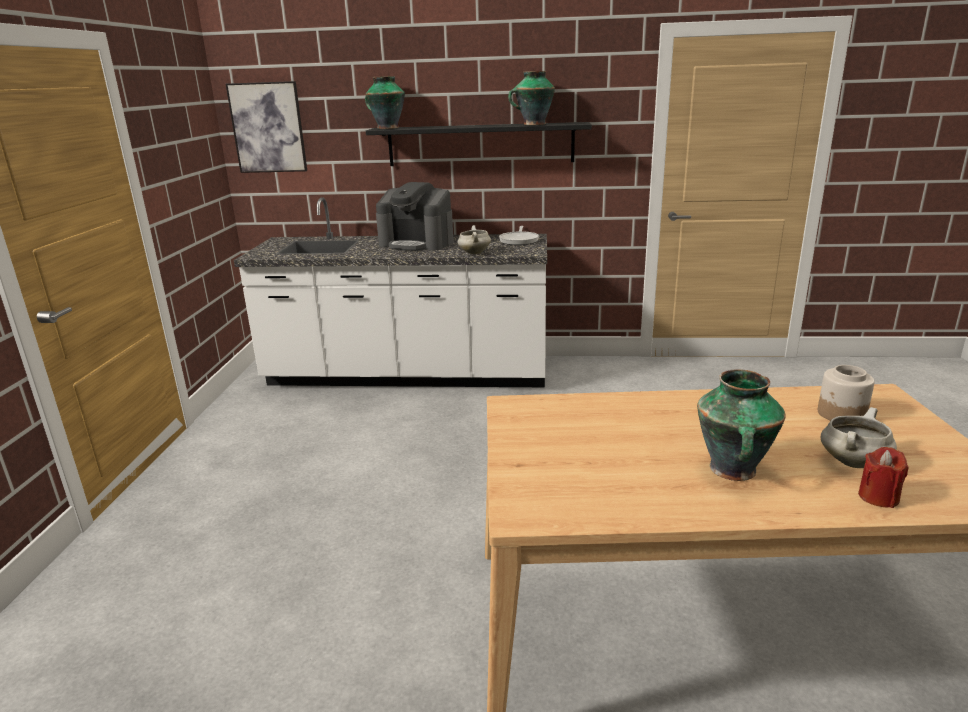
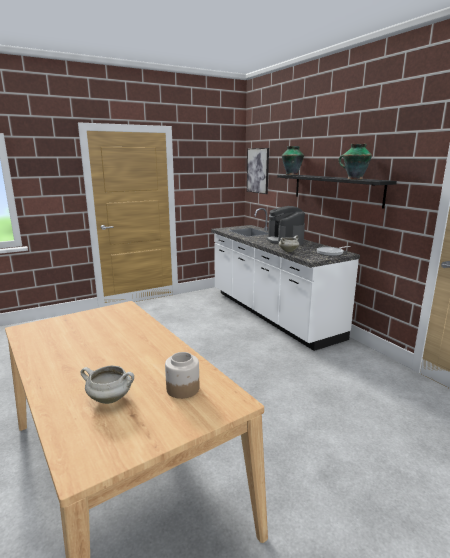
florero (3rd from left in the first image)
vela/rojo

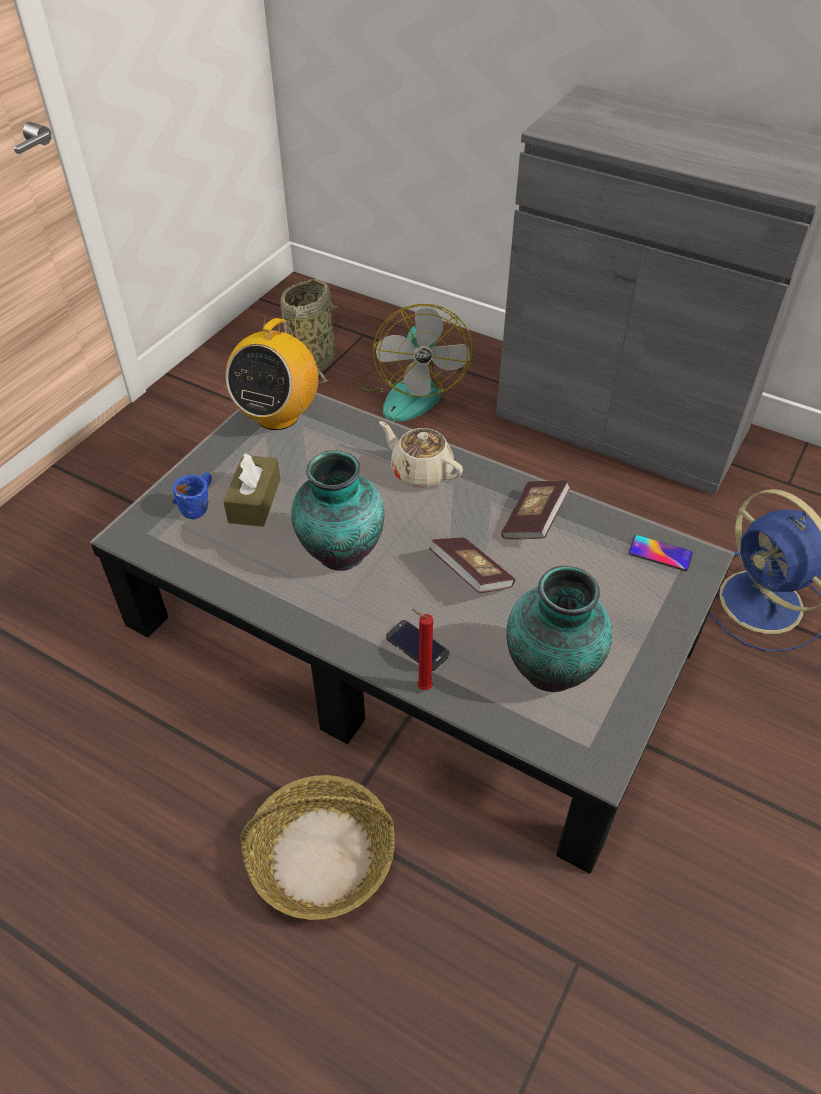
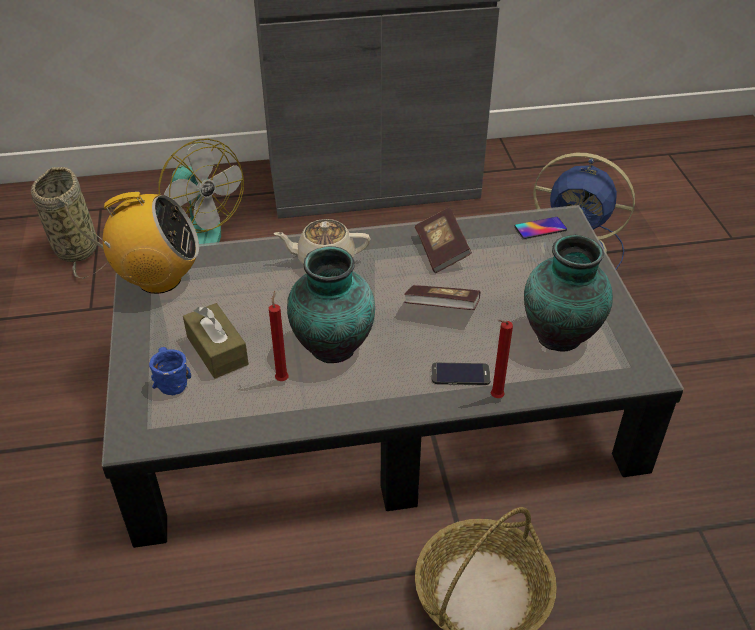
radio
vela/rojo (1st from left)

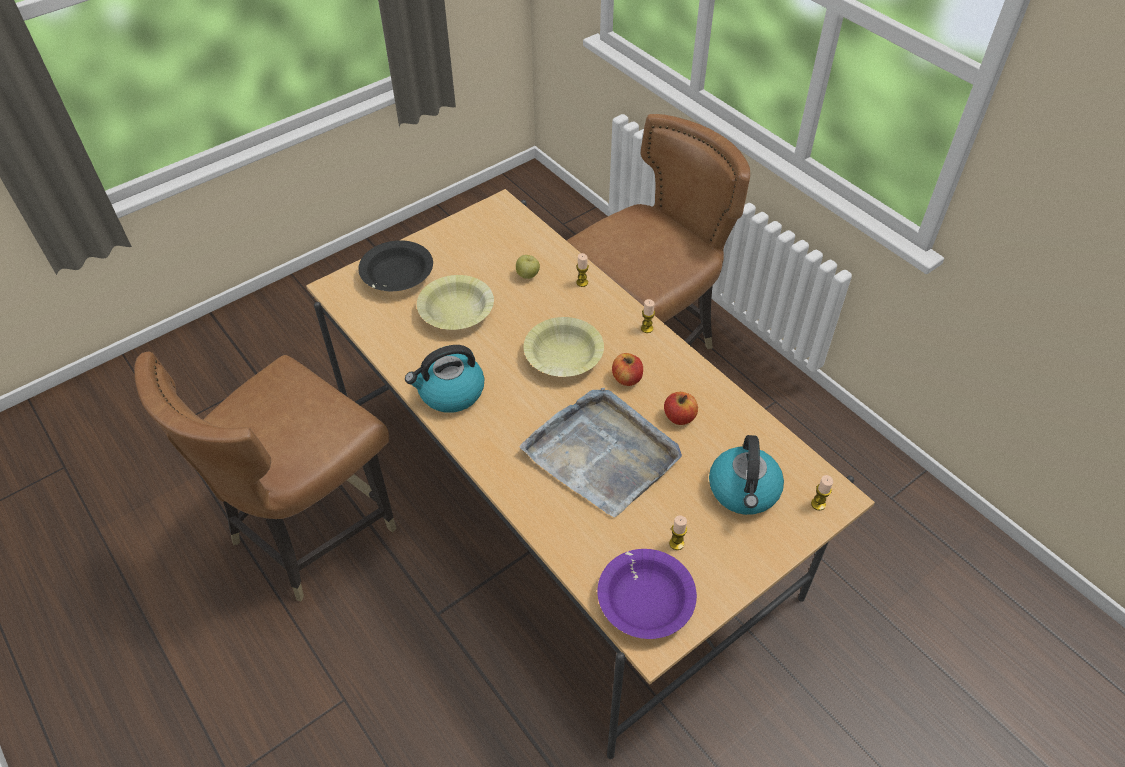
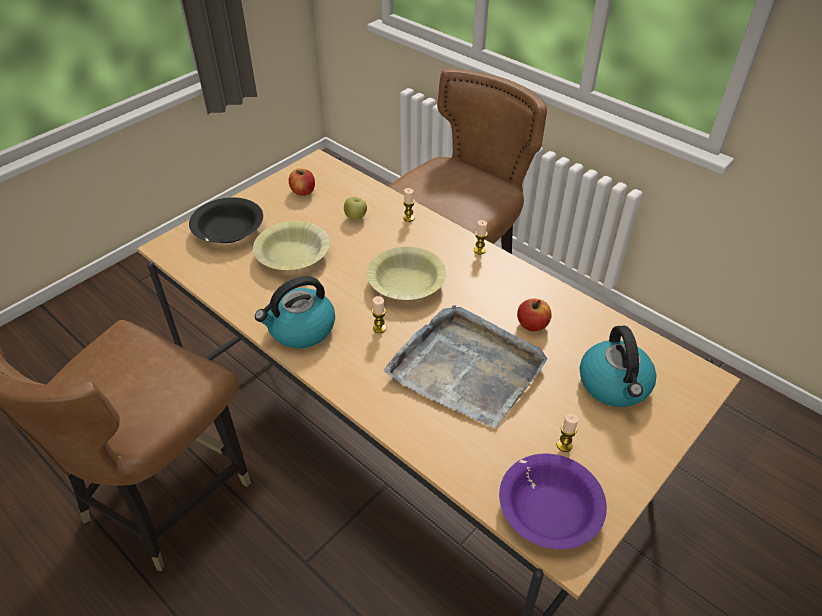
manzana (1st from left)
vela (1st from left)

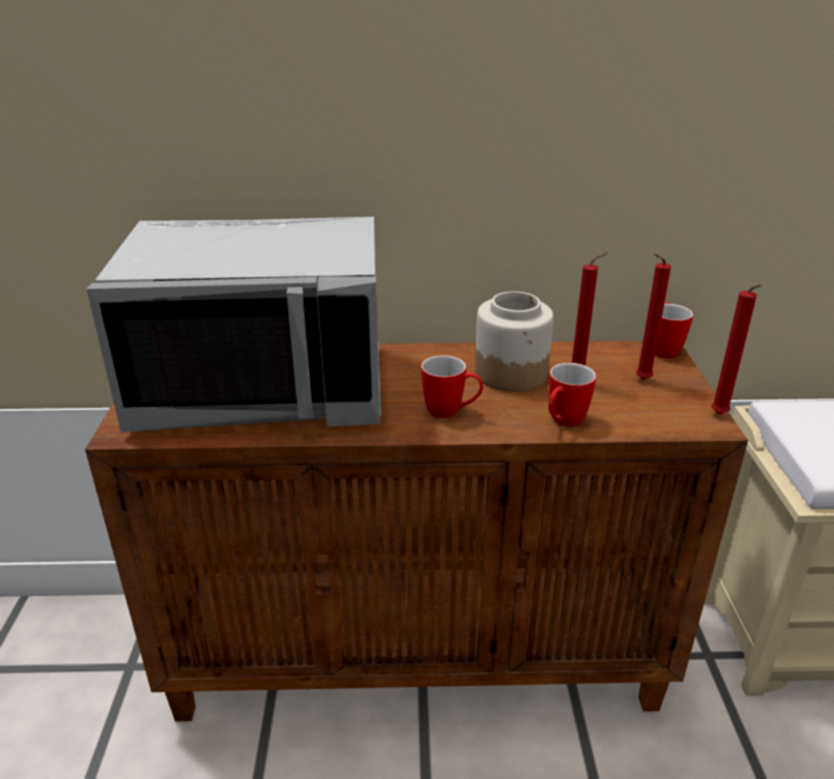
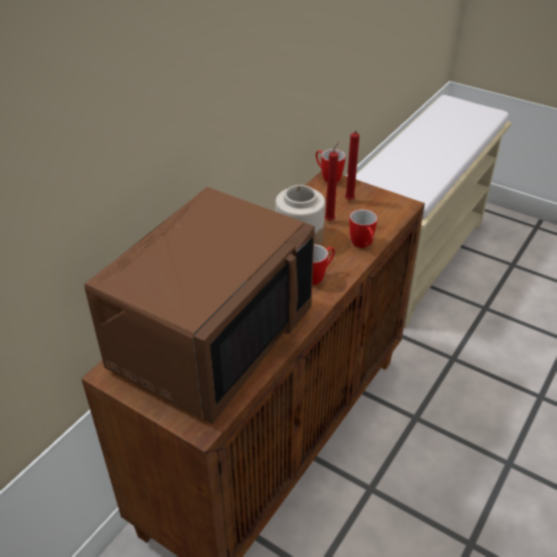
microondas/marrón
vela/rojo (3rd from left in the first image)

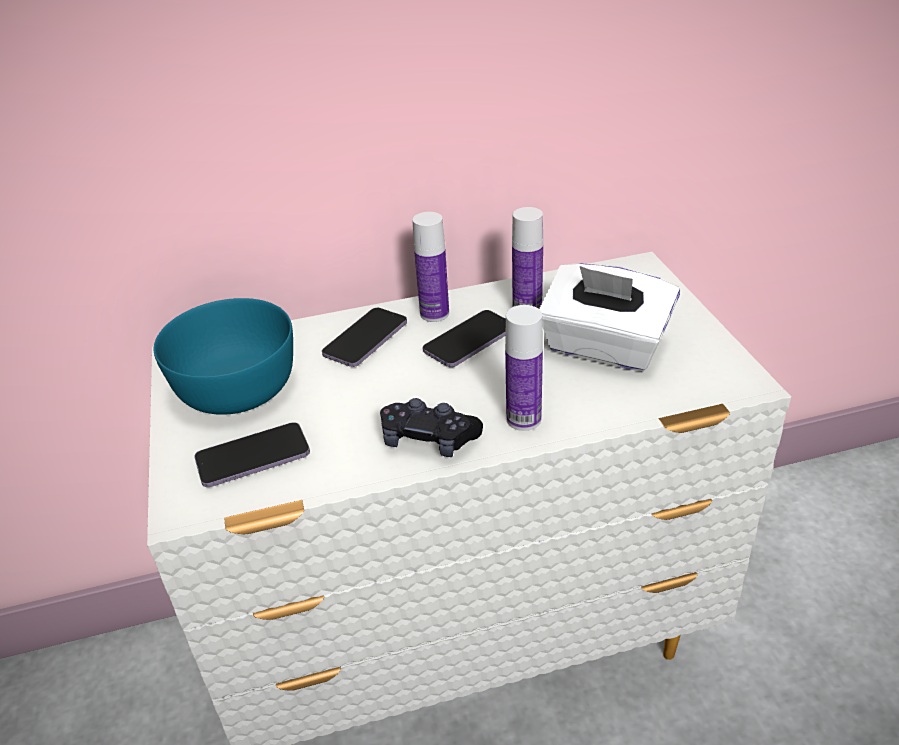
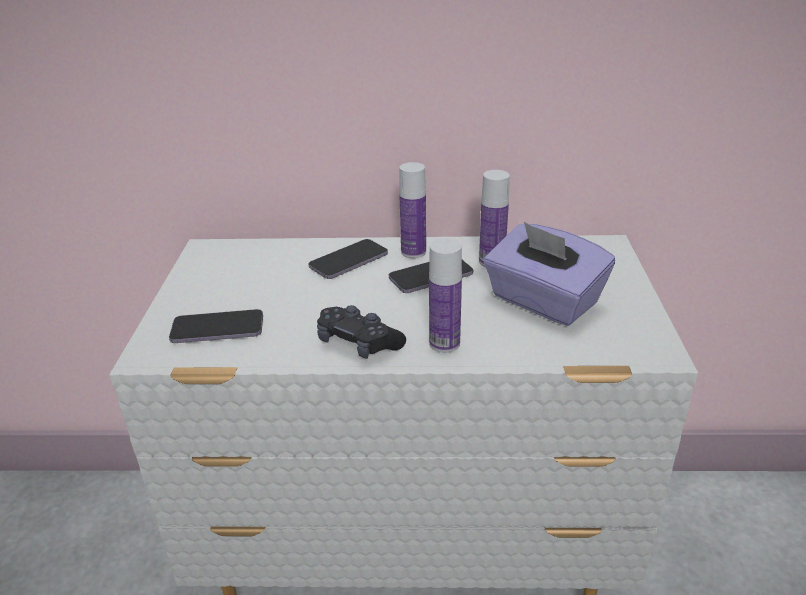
caja de pañuelos/morado
cuenco/turquesa

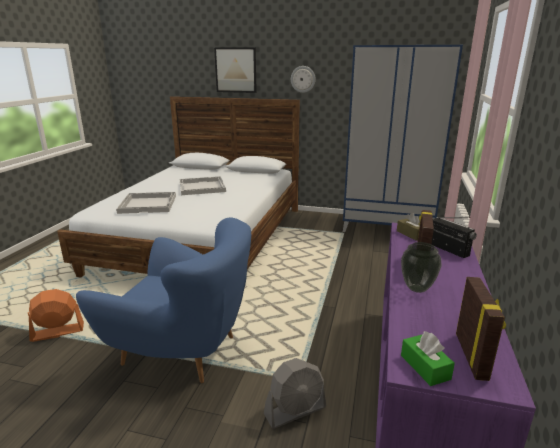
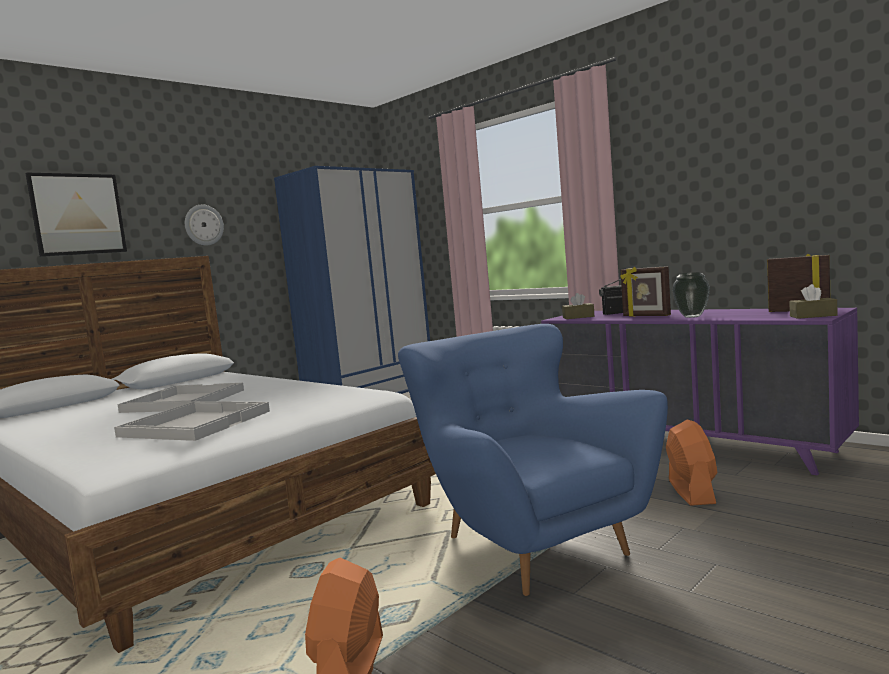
sillón/azul
ventilador/naranja (2nd from left)
caja de pañuelos/marrón (2nd from left)

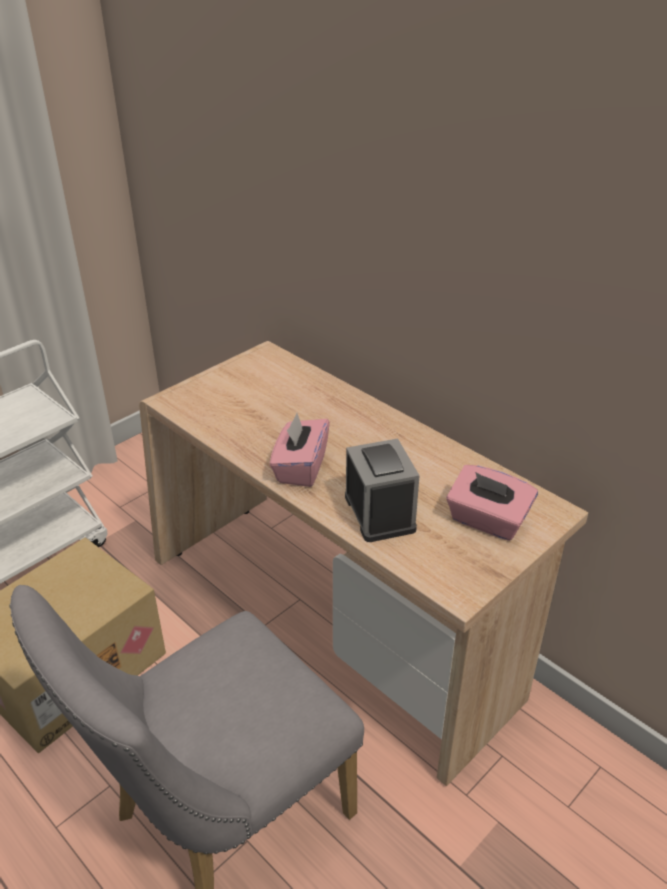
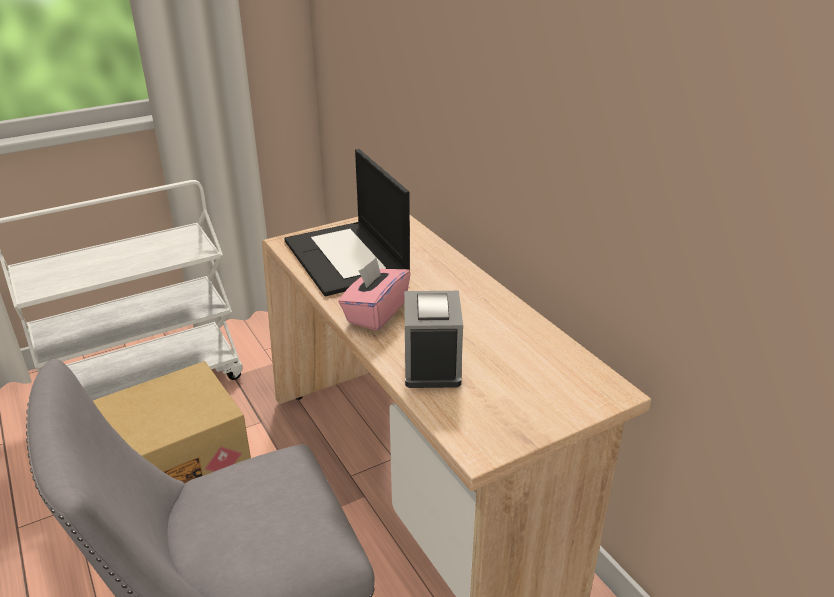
portátil
caja de pañuelos/rosa (2nd from left in the first image)

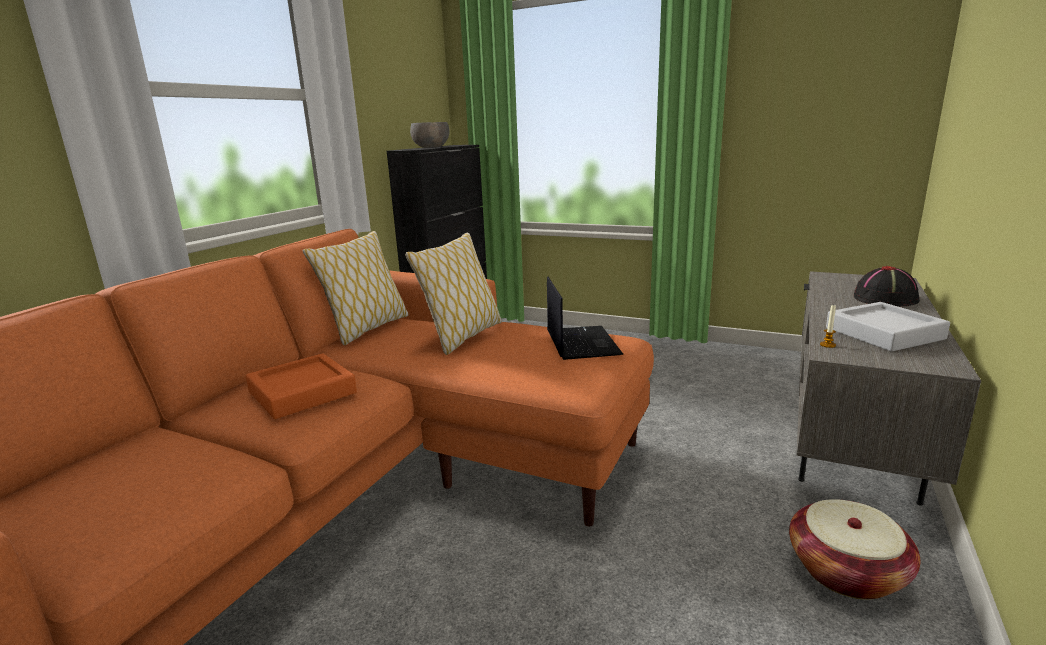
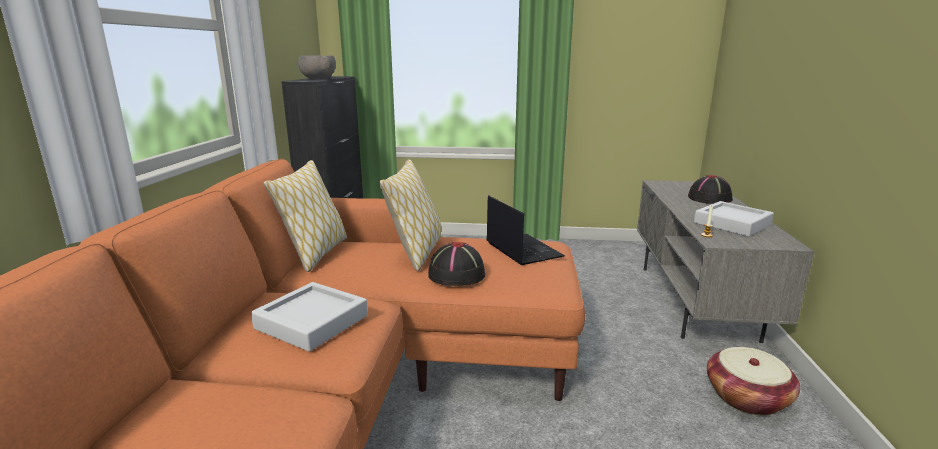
bandeja/gris (1st from left)
sombrero/negro (1st from left)

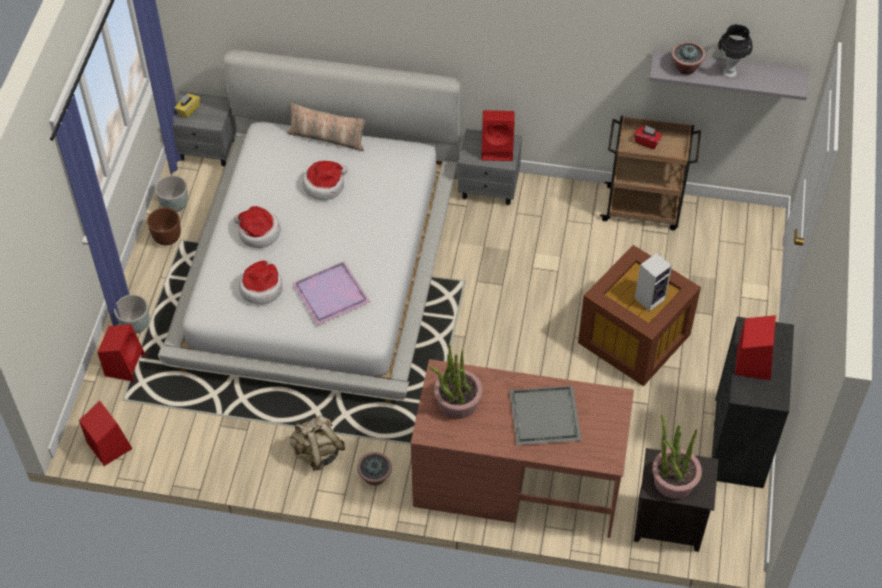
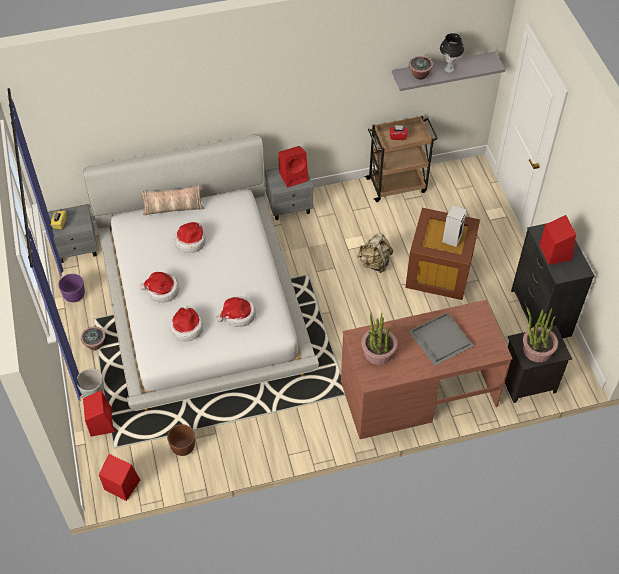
maceta/morado
planta en maceta (1st from left)
maceta/marrón
sombrero (4th from left)
mochila/beis

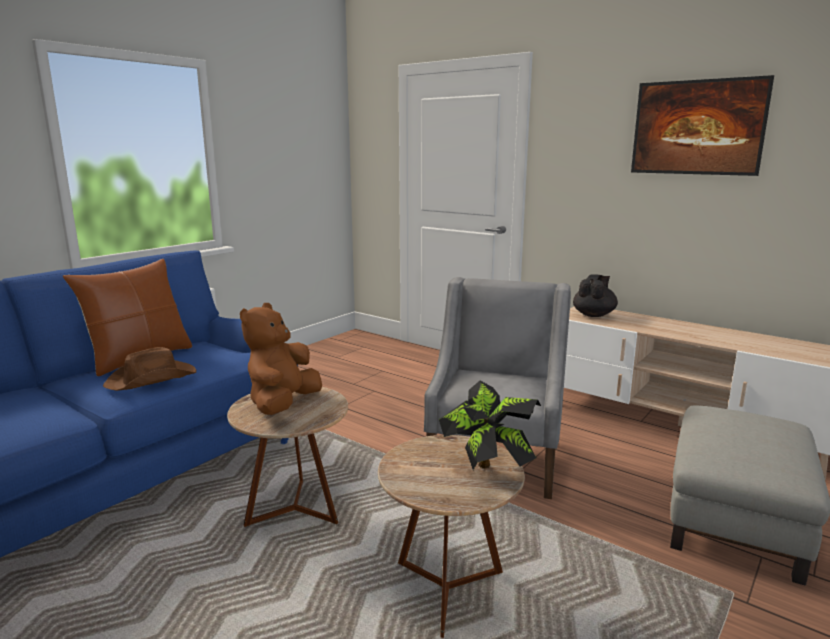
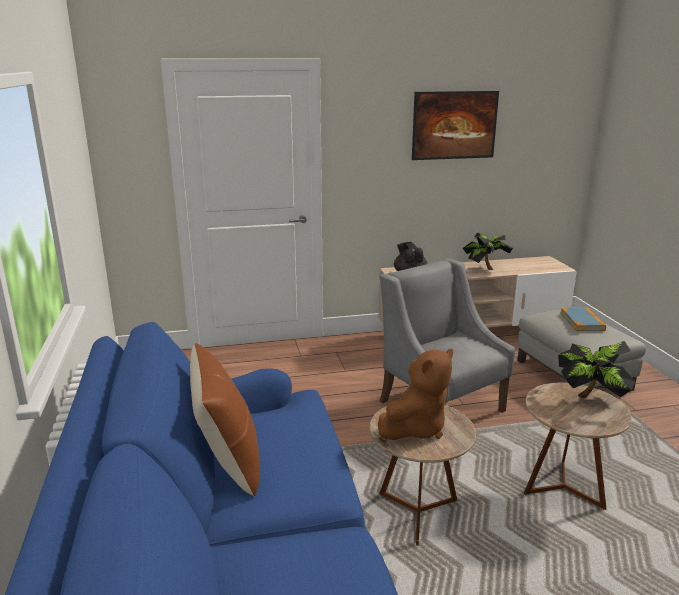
peluche/marrón
planta en maceta (1st from left)
libro
sombrero/marrón

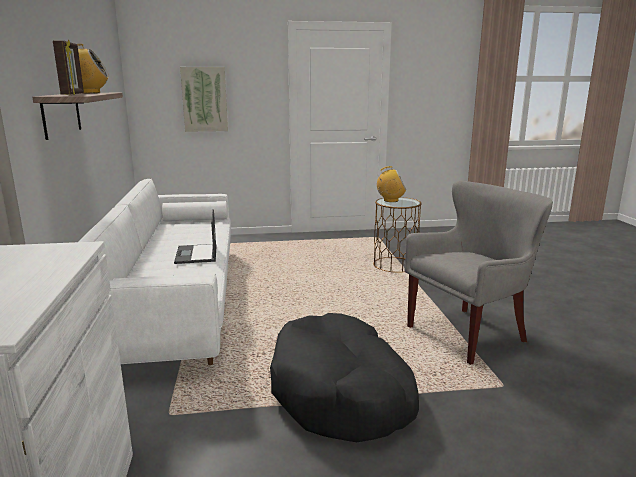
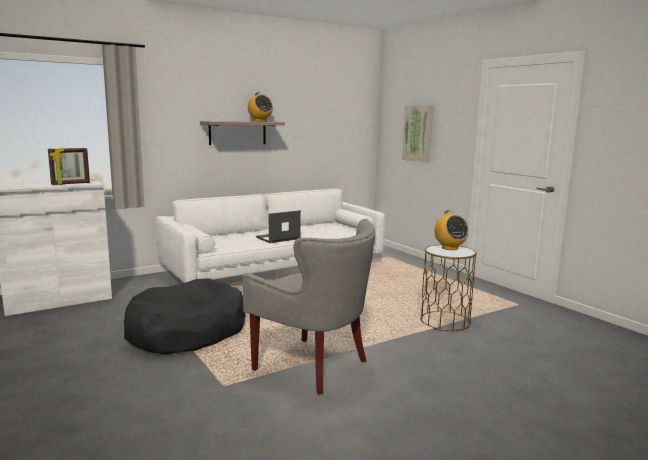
portarretratos

